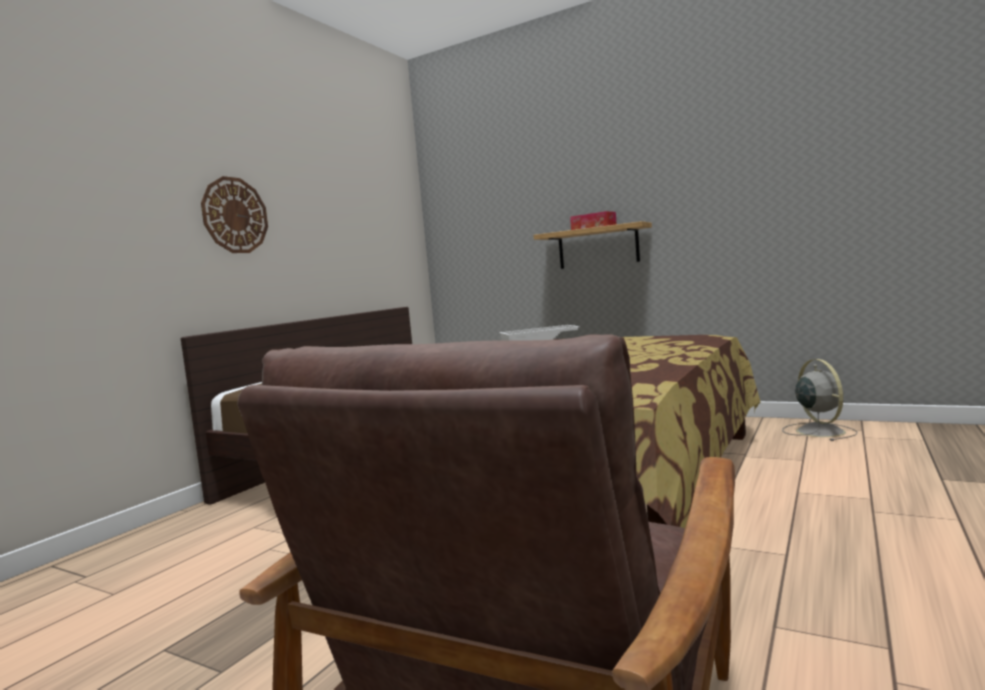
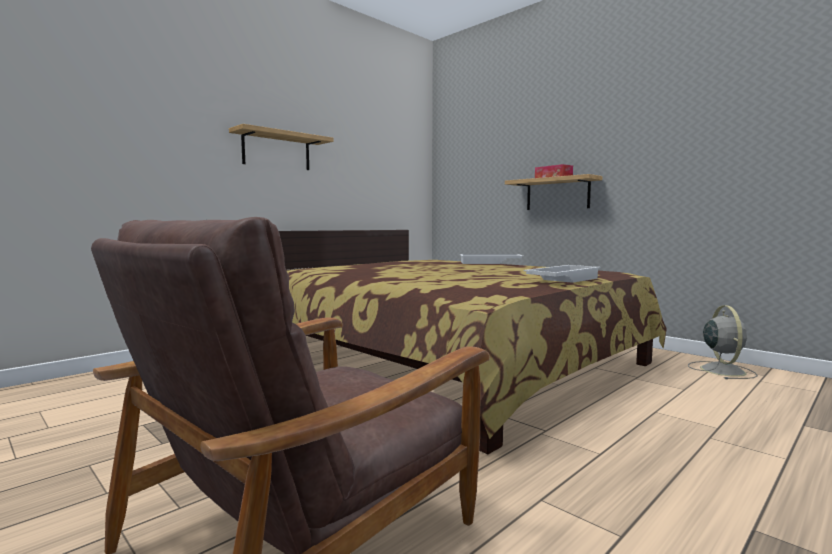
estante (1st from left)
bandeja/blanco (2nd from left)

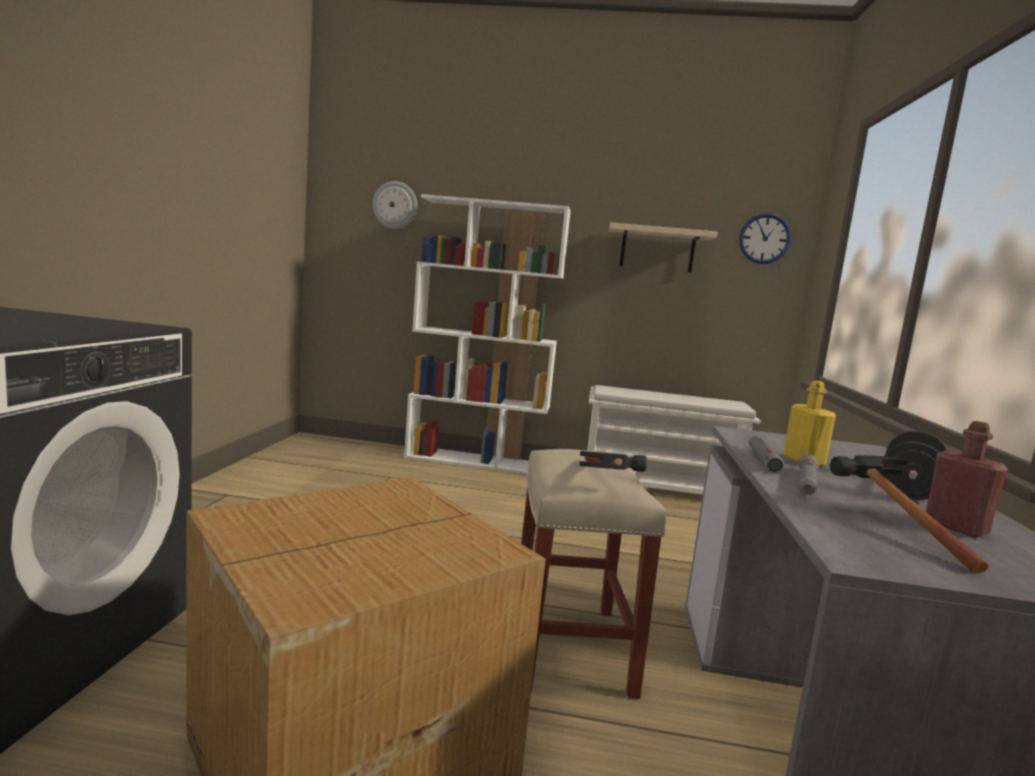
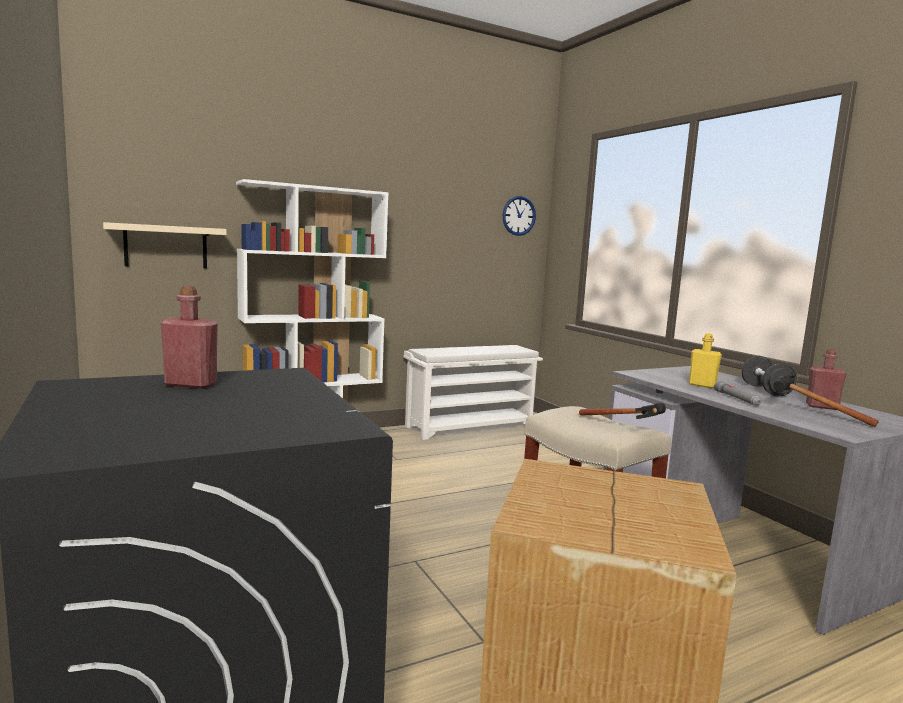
estante/beis
botella/rojo (1st from left)
reloj de pared (1st from left in the first image)
linterna/gris (1st from left in the first image)

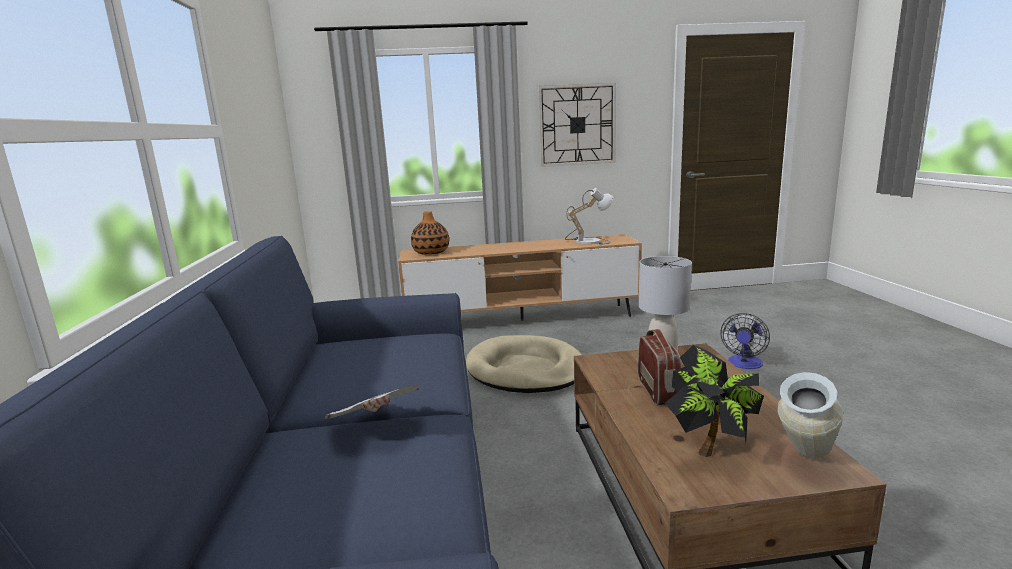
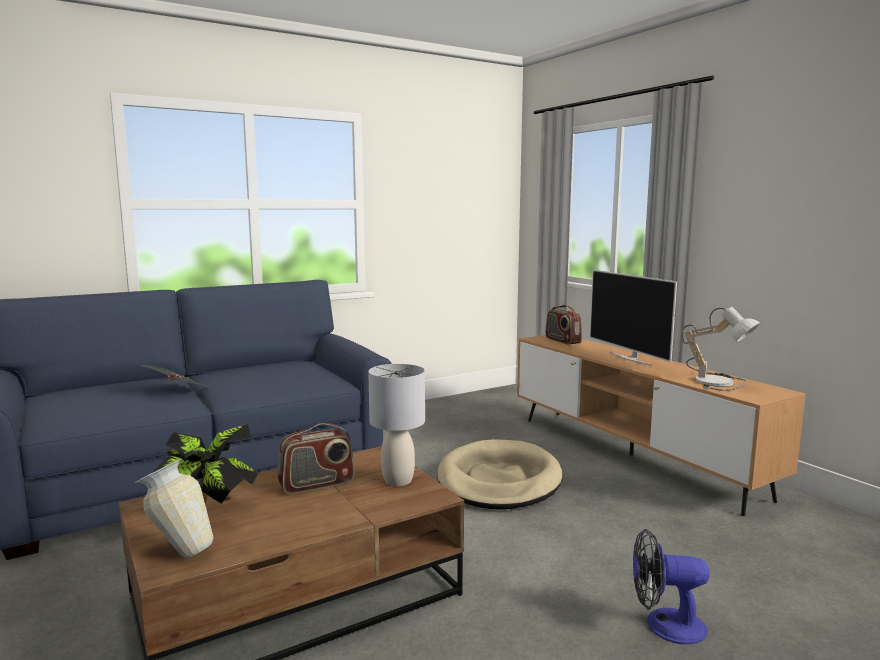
radio (2nd from left)
televisor
reloj de pared

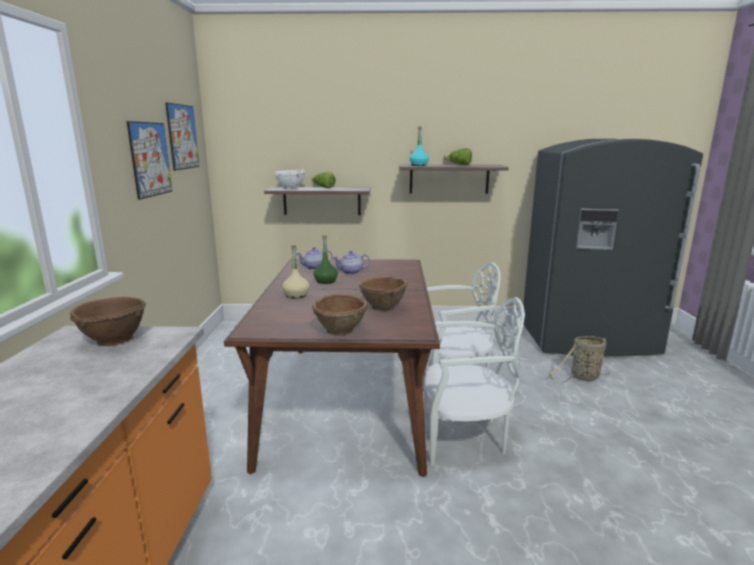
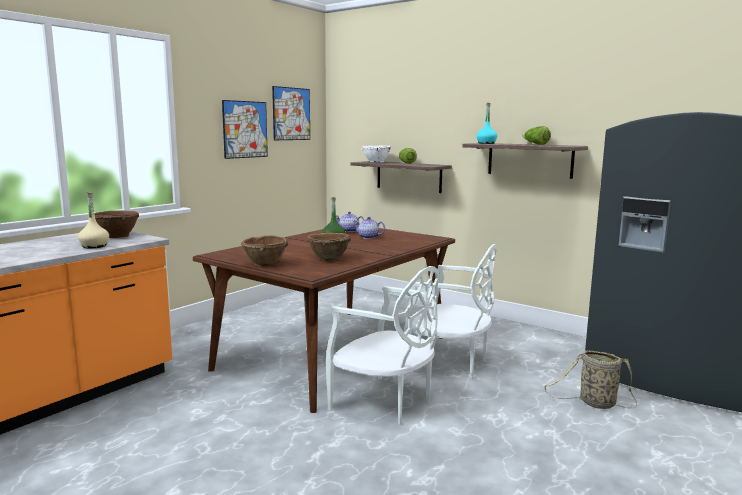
botella/beis

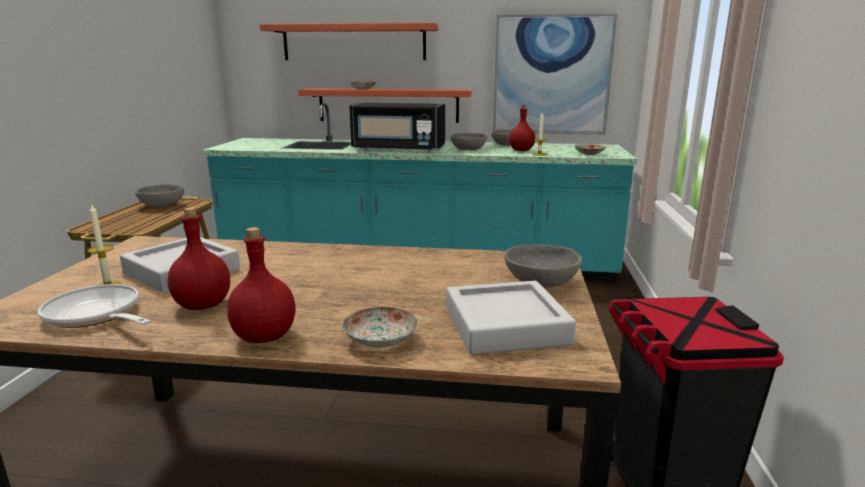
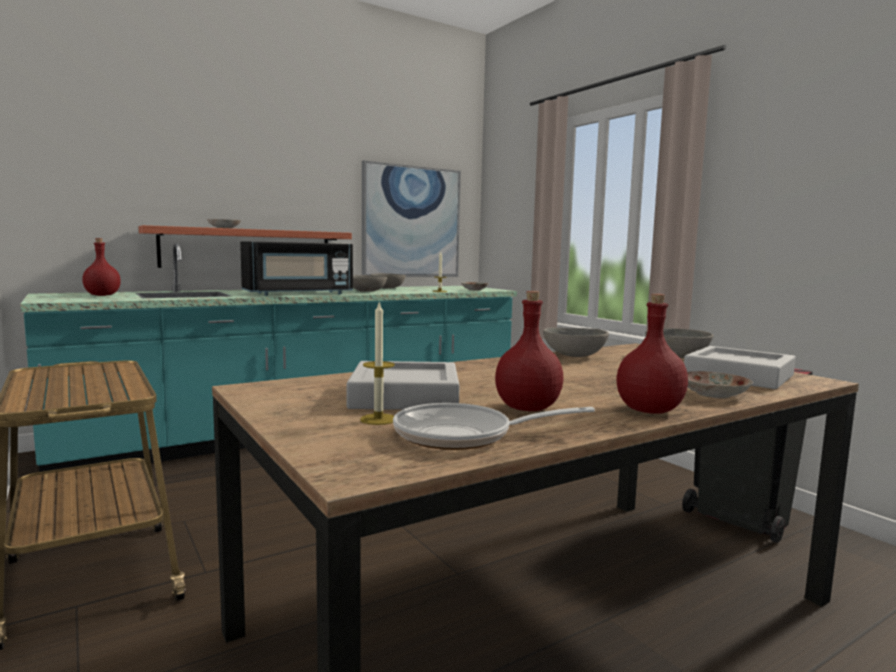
botella/rojo (1st from left)
cuenco/gris (3rd from left)
estante (1st from left in the first image)

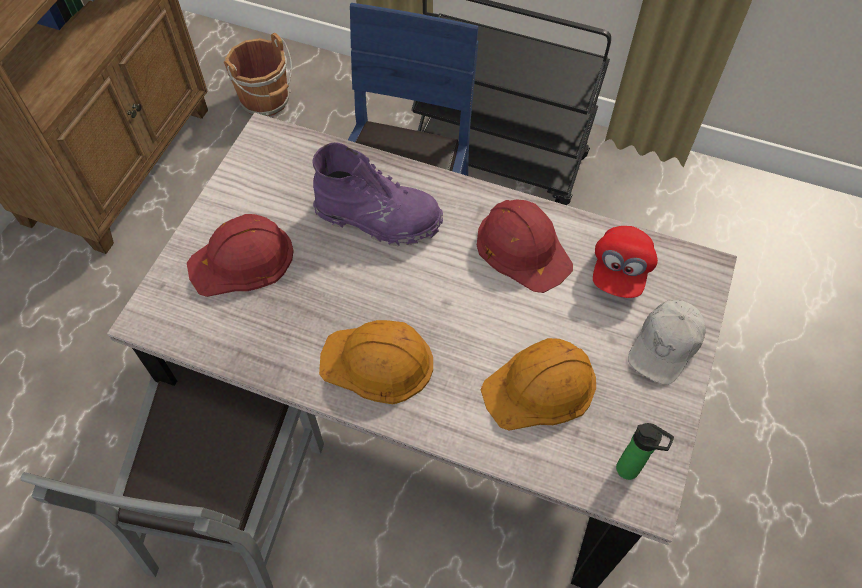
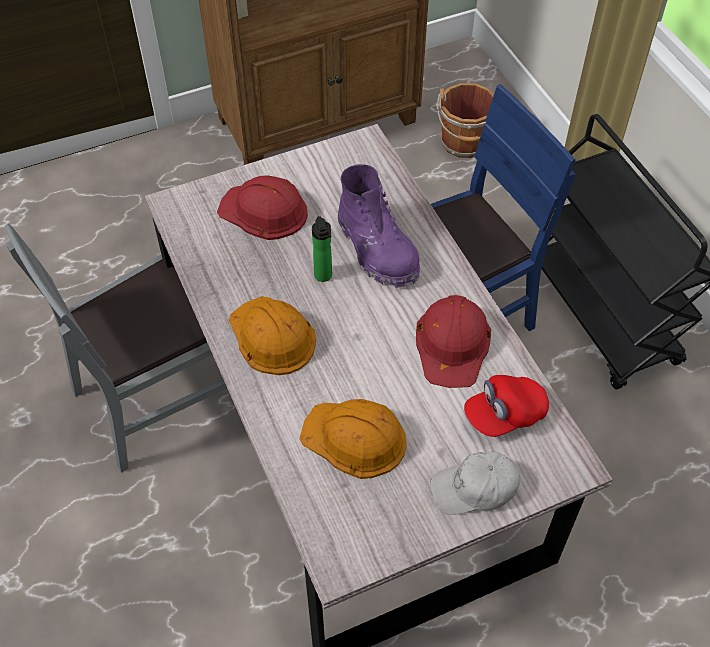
botella

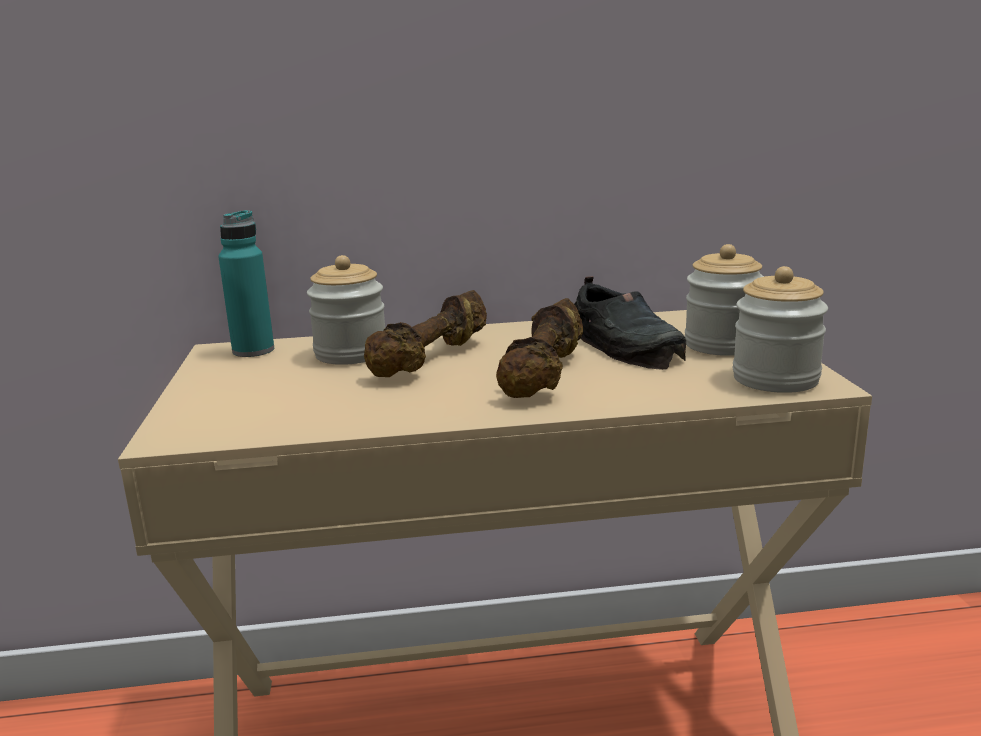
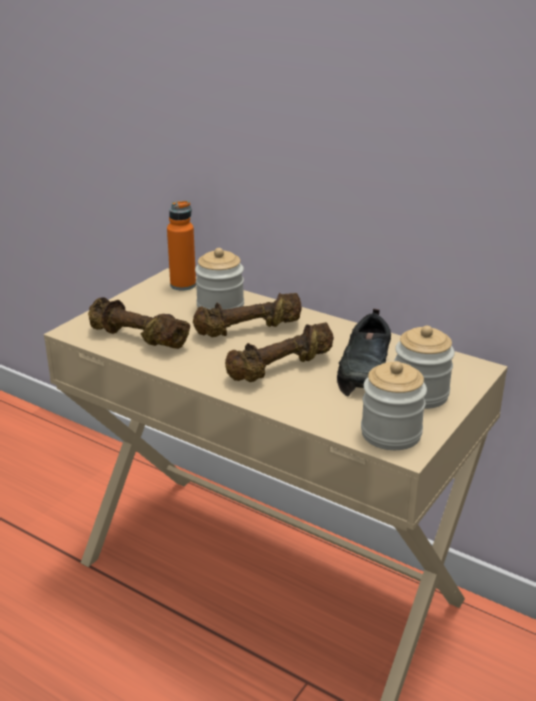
mancuerna/marrón (1st from left)
botella/naranja

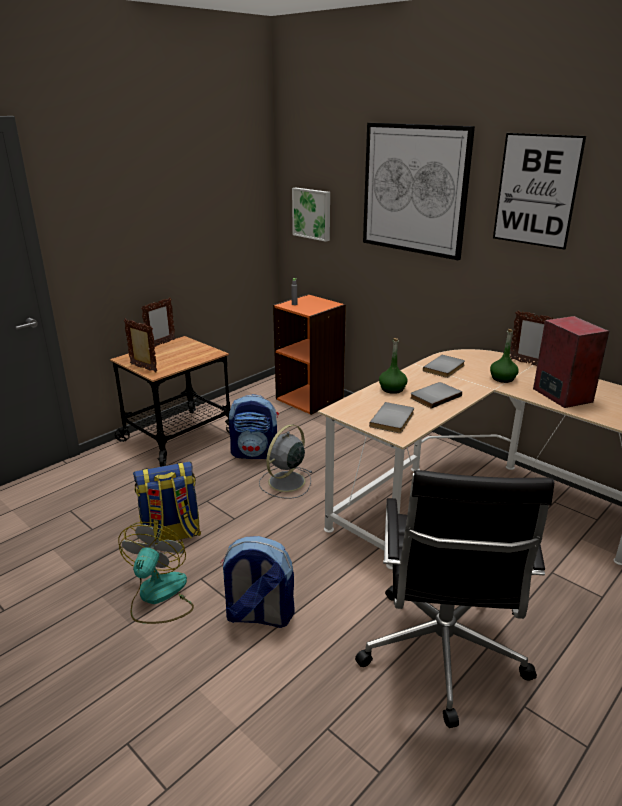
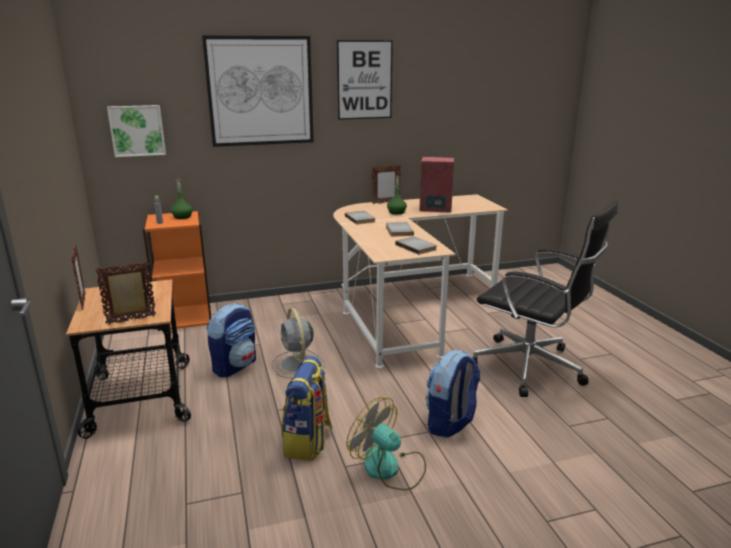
botella/verde (1st from left)

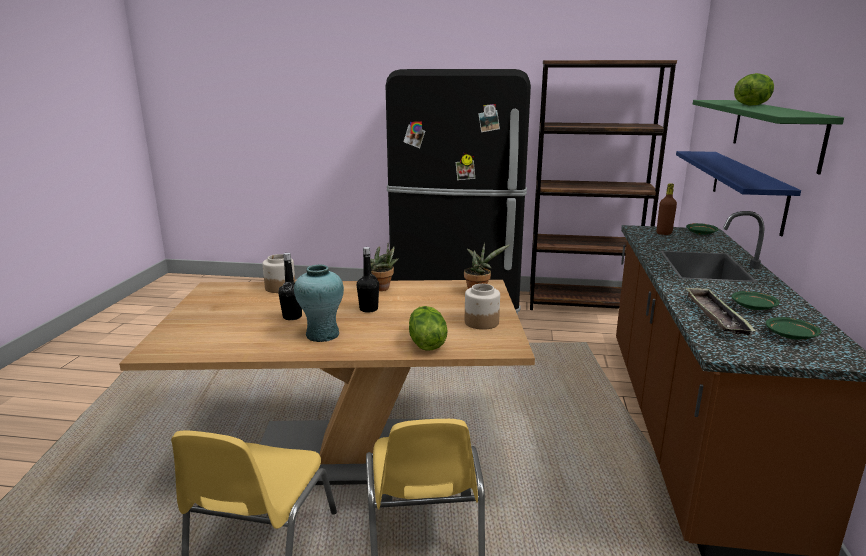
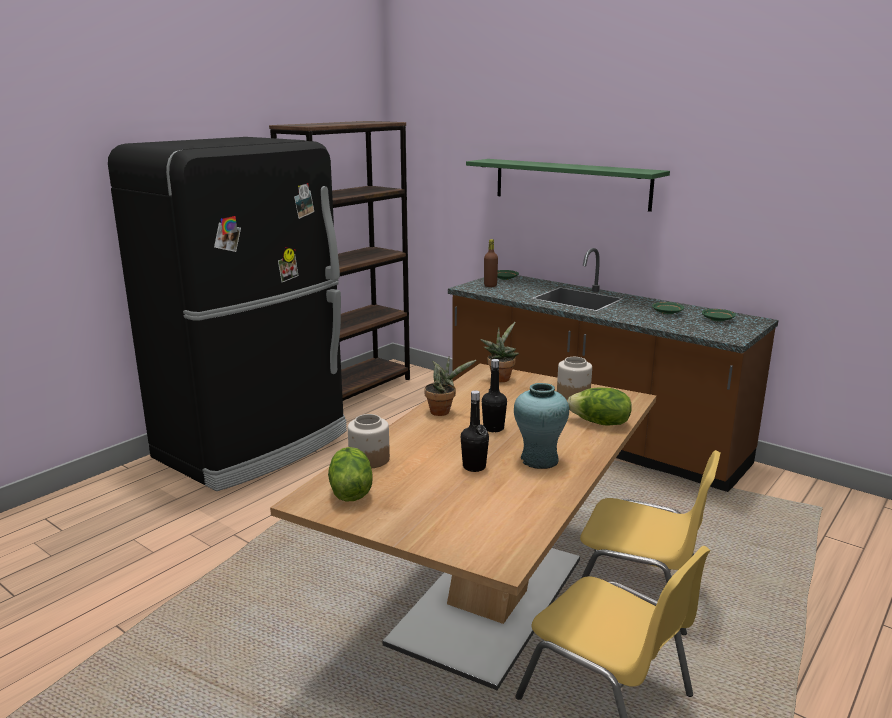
lechuga (1st from left)
estante/azul
bandeja

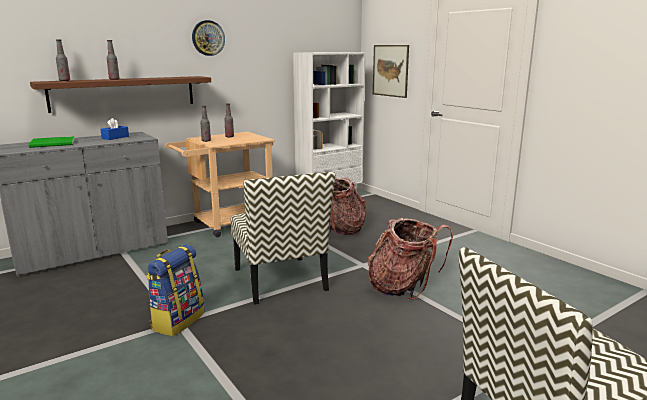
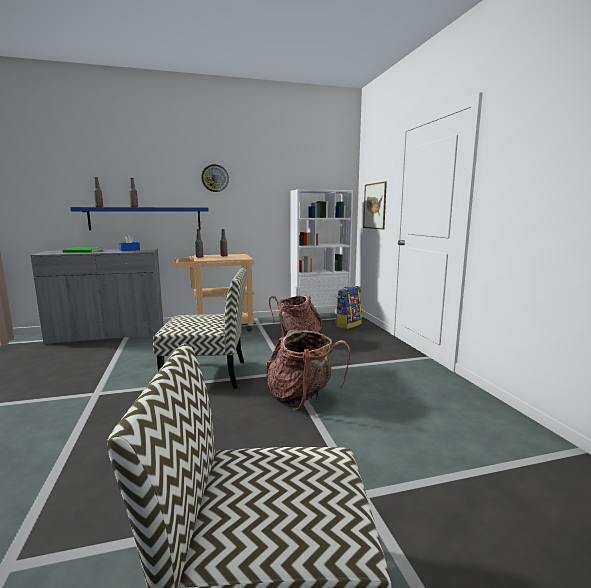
estante/azul
silla (1st from left)
mochila (3rd from left)

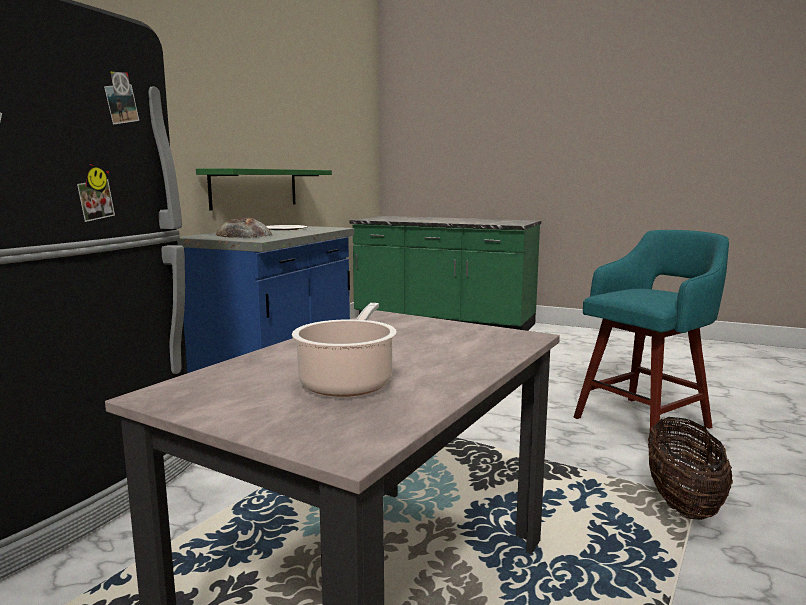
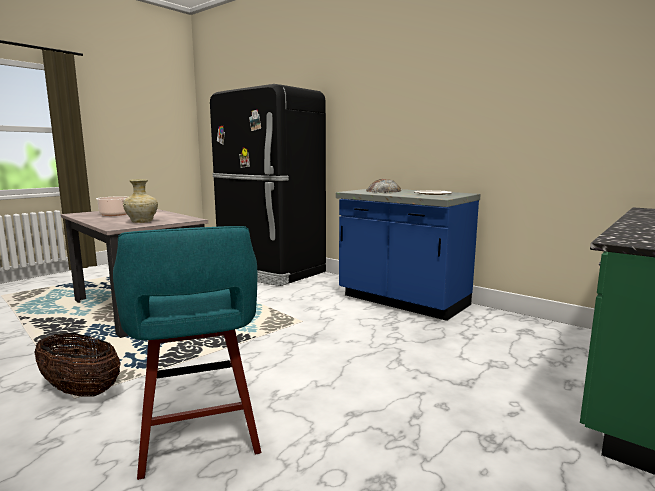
florero/beis
estante/verde

